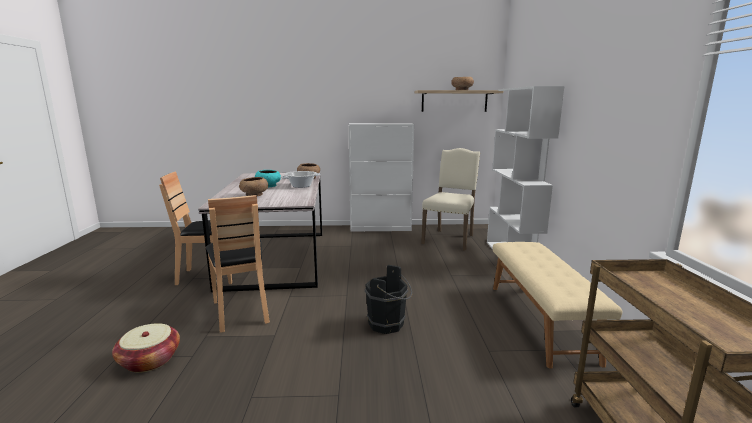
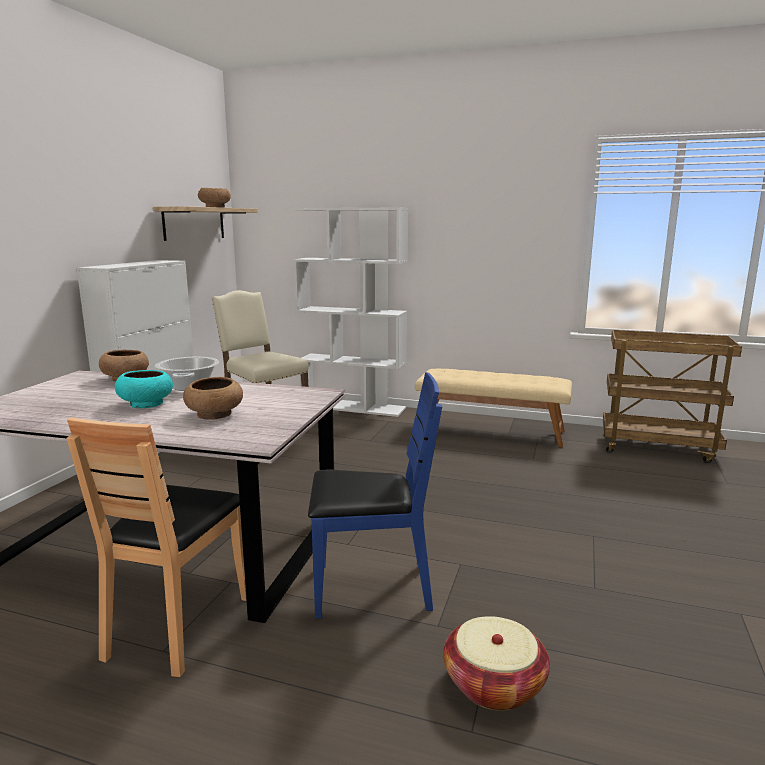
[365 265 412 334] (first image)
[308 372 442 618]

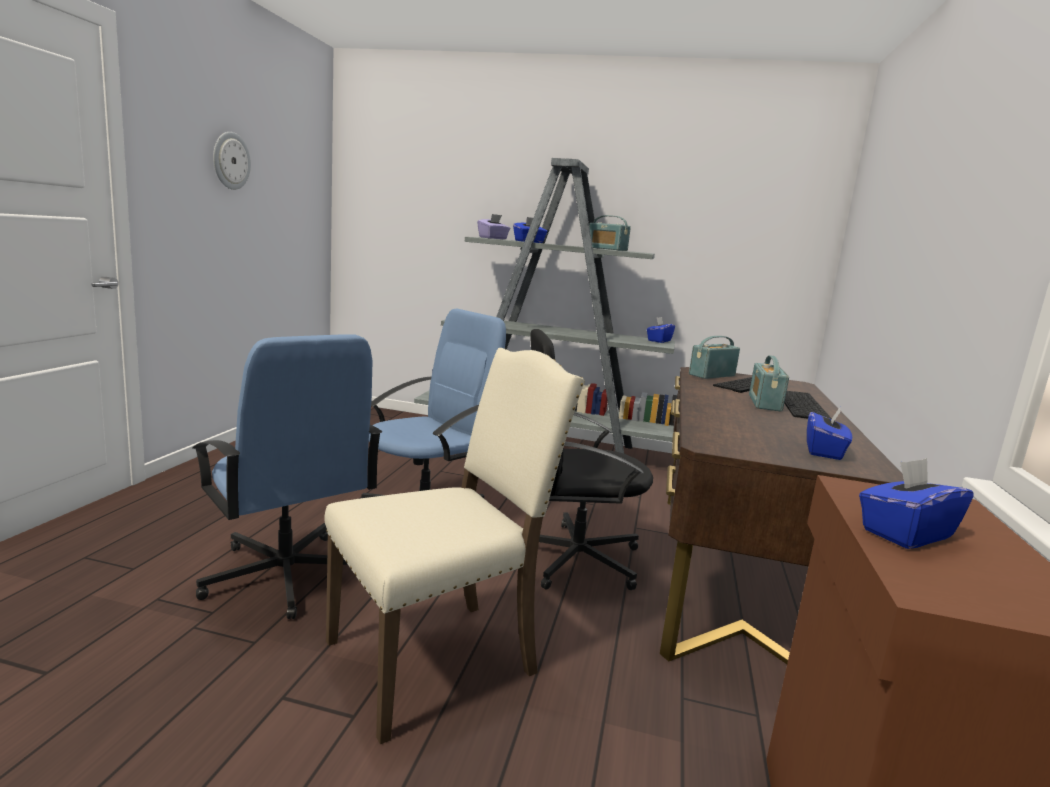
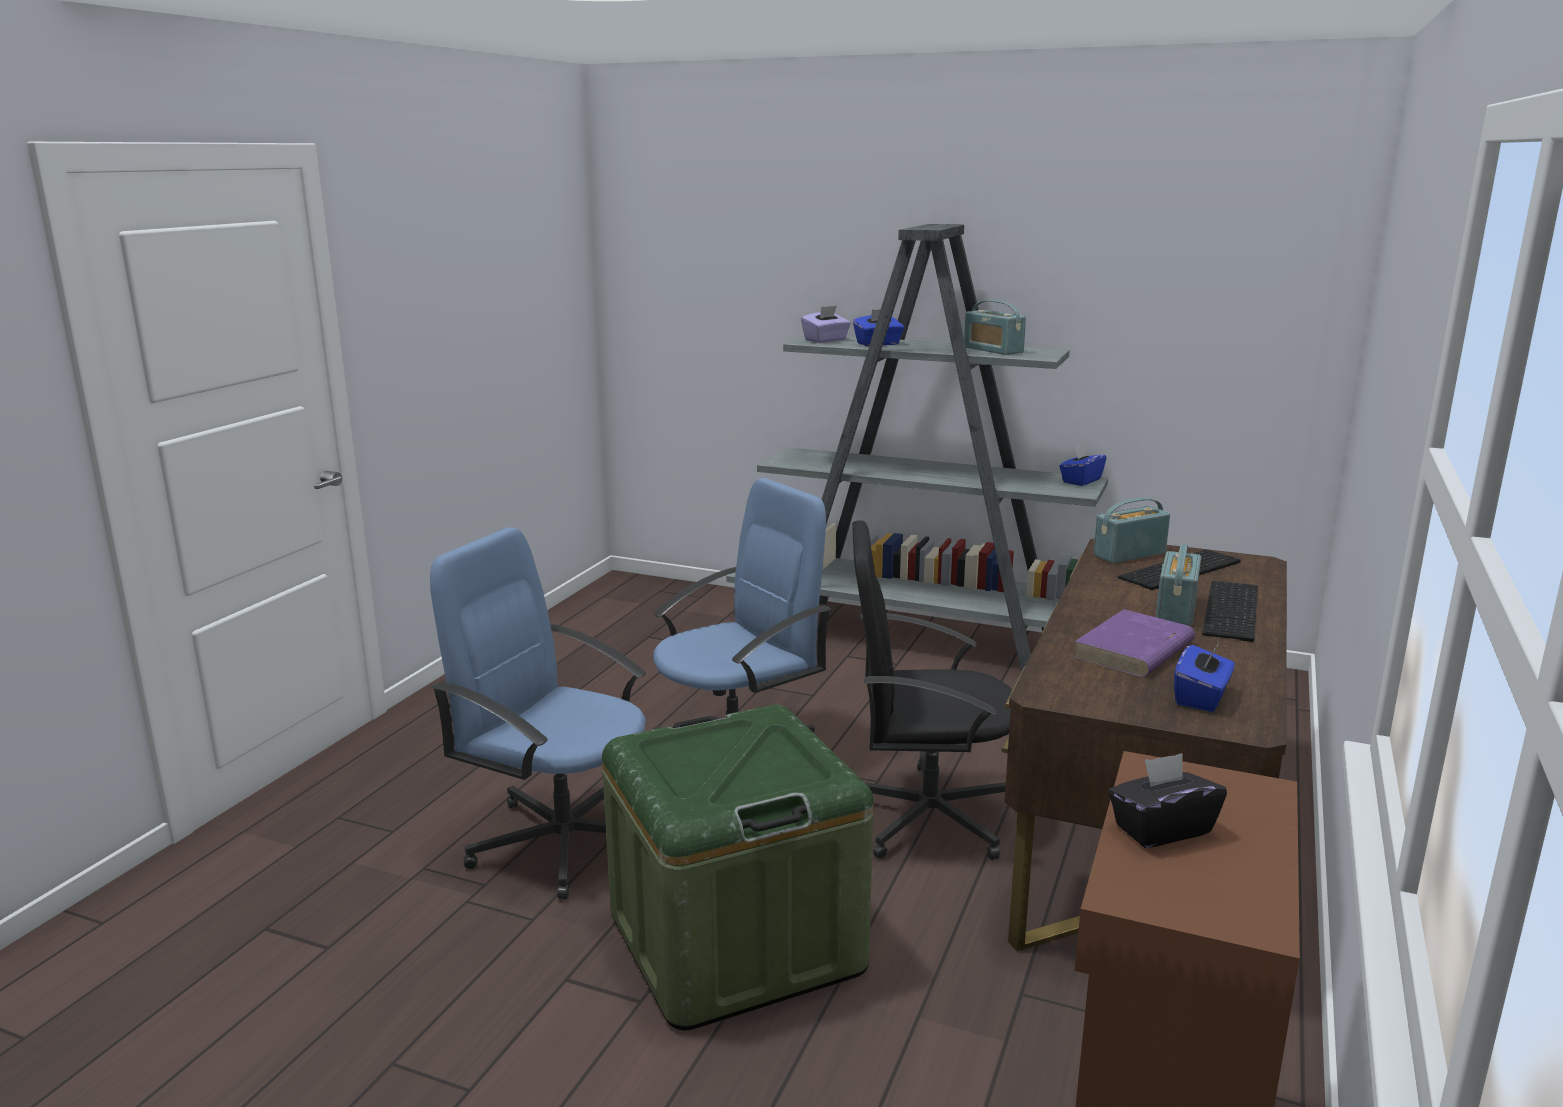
[213 132 251 190] (first image)
[1073 609 1195 677]
[602 704 873 1031]
[1108 753 1227 848]
[430 527 646 900]

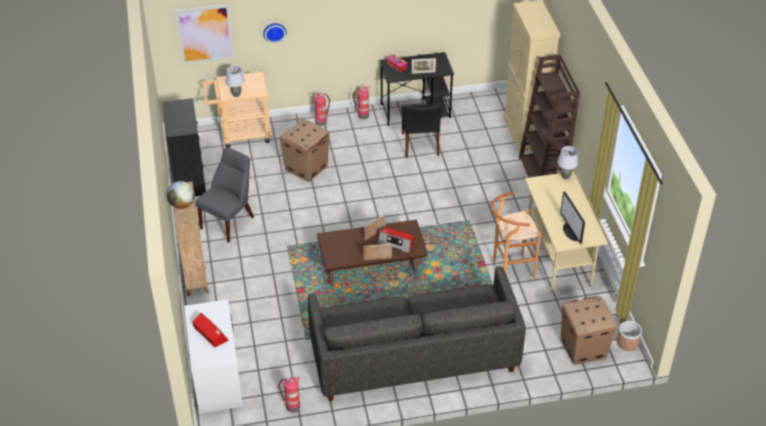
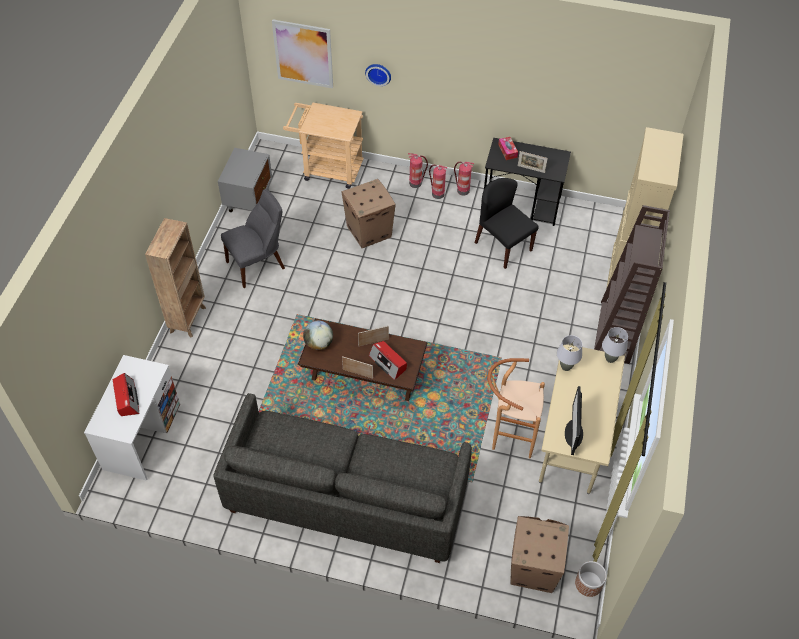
[303 320 333 350]
[557 335 582 371]
[429 165 447 199]
[218 148 272 212]
[475 178 539 269]

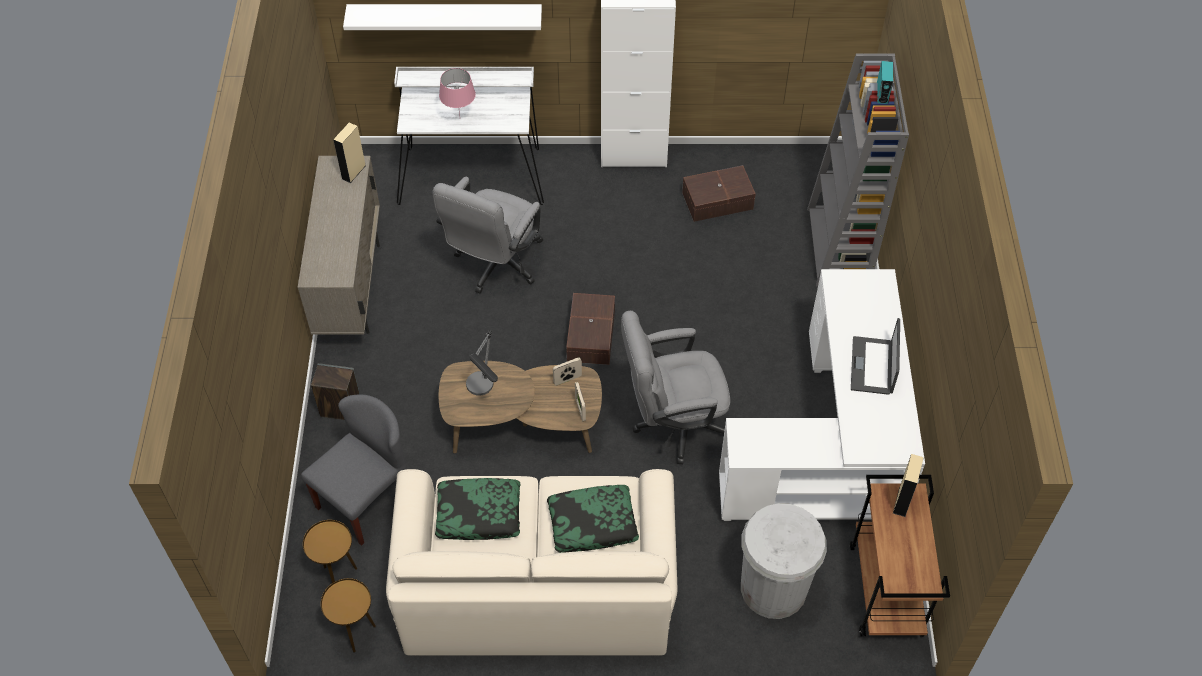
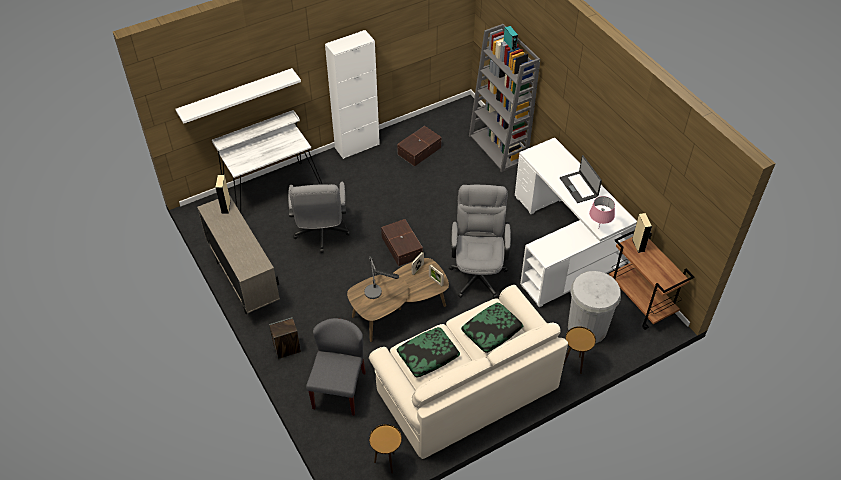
[564 326 596 374]
[589 196 615 227]
[449 185 511 299]

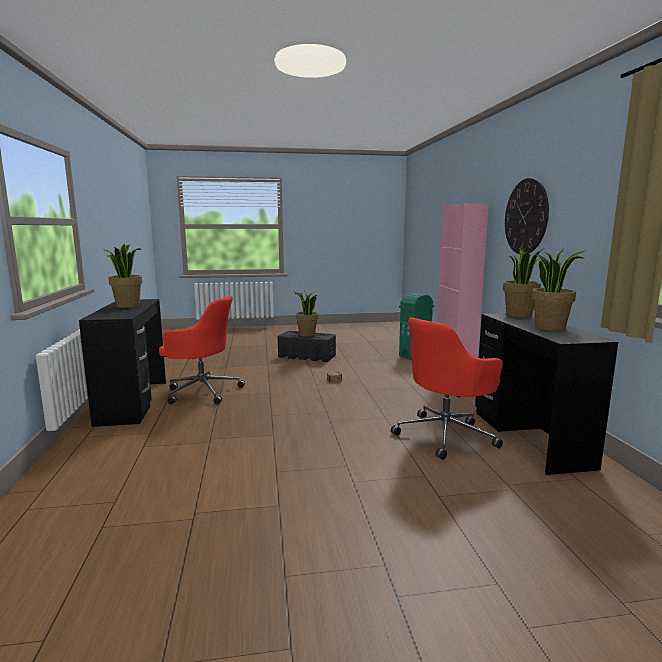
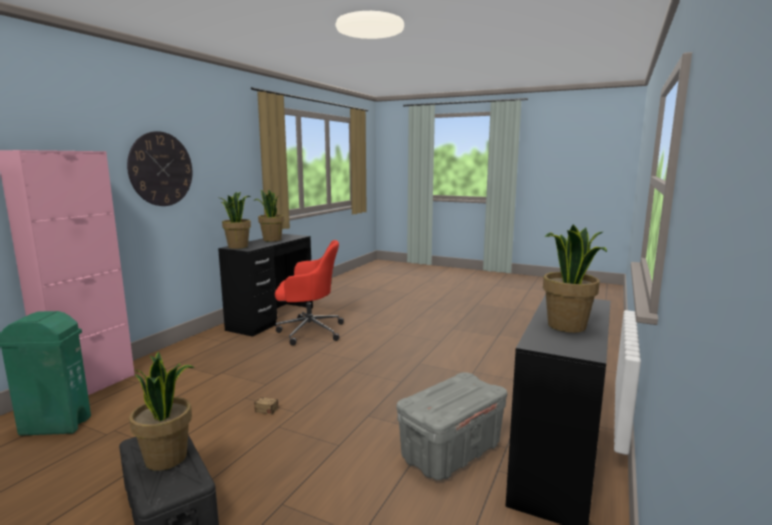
[396 372 507 480]

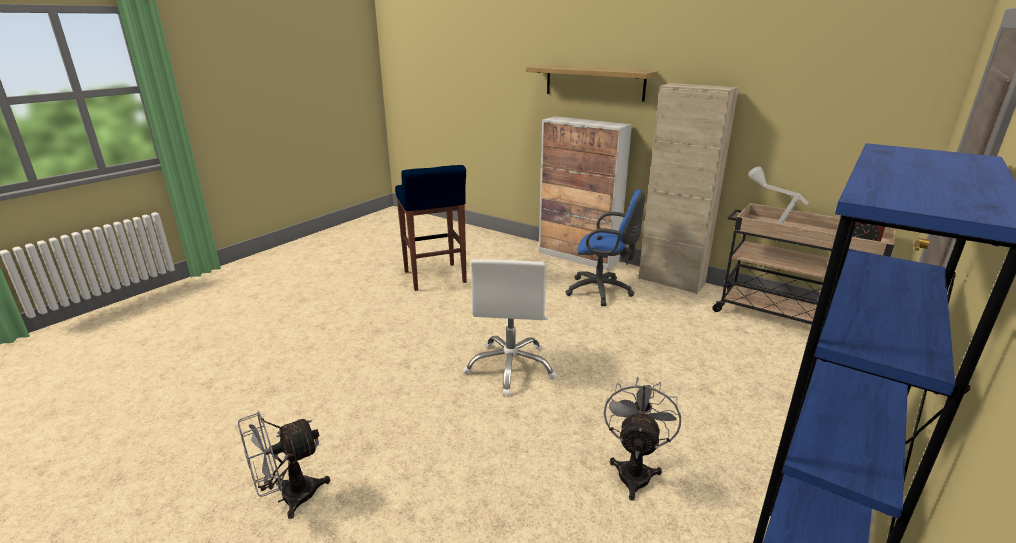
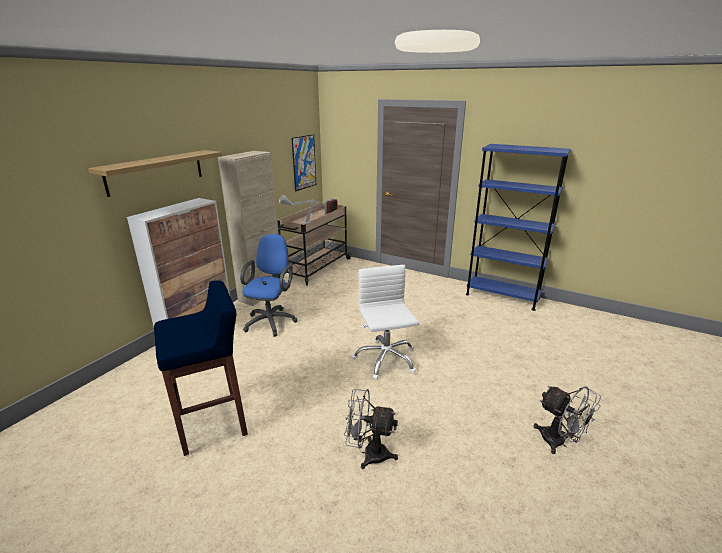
[291 134 316 191]
[344 389 398 469]
[352 265 419 380]

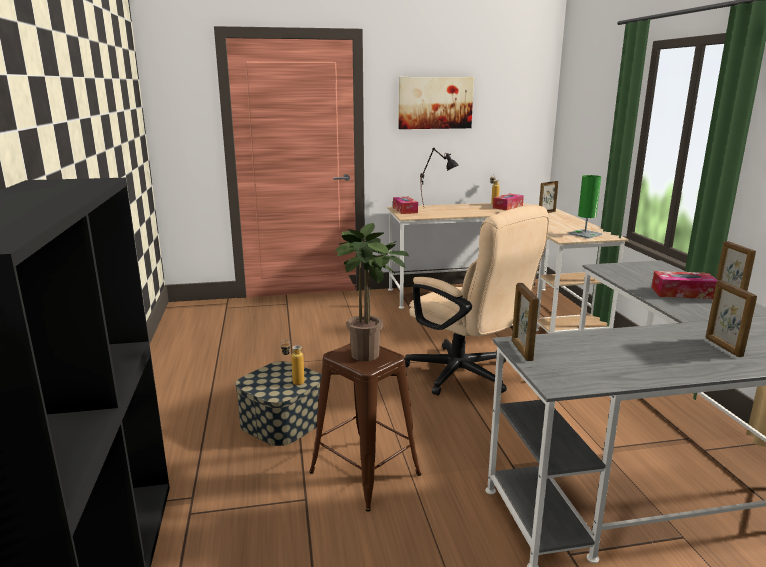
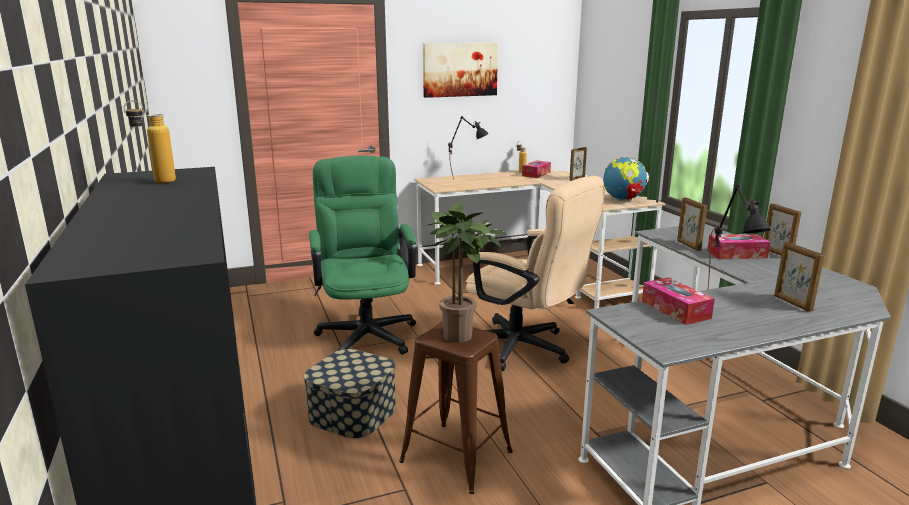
[309 156 416 355]
[708 184 771 288]
[124 100 176 183]
[642 277 715 325]
[677 198 707 251]
[603 157 649 201]

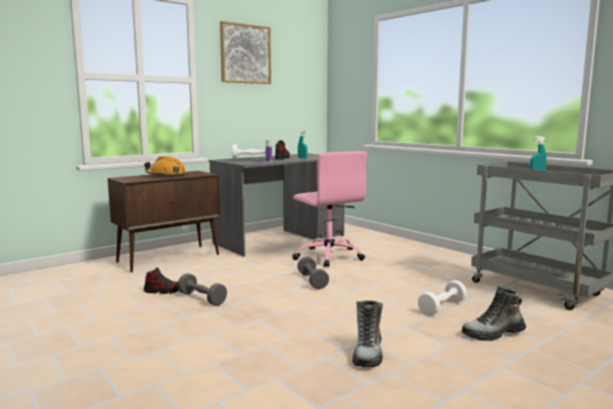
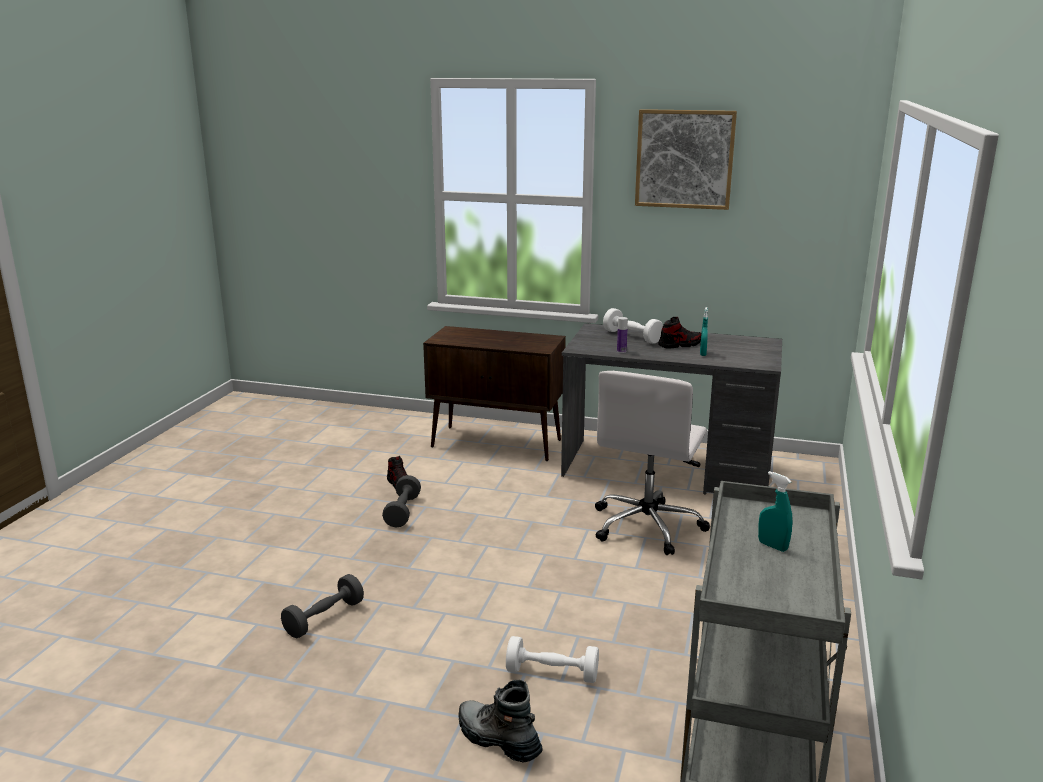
[144 156 186 176] (first image)
[352 300 383 367] (first image)
[281 574 364 638]
[595 371 710 555]

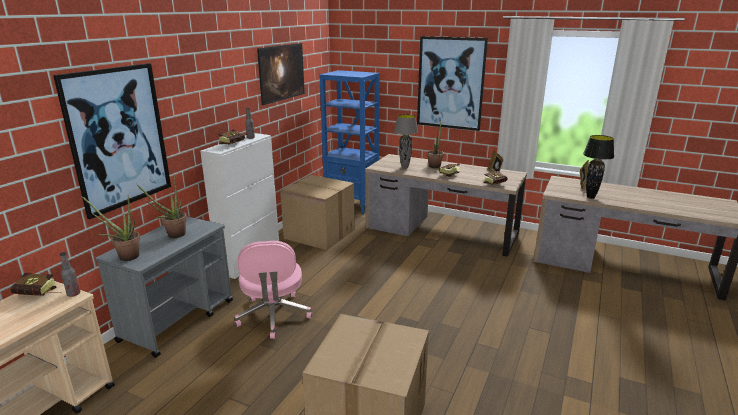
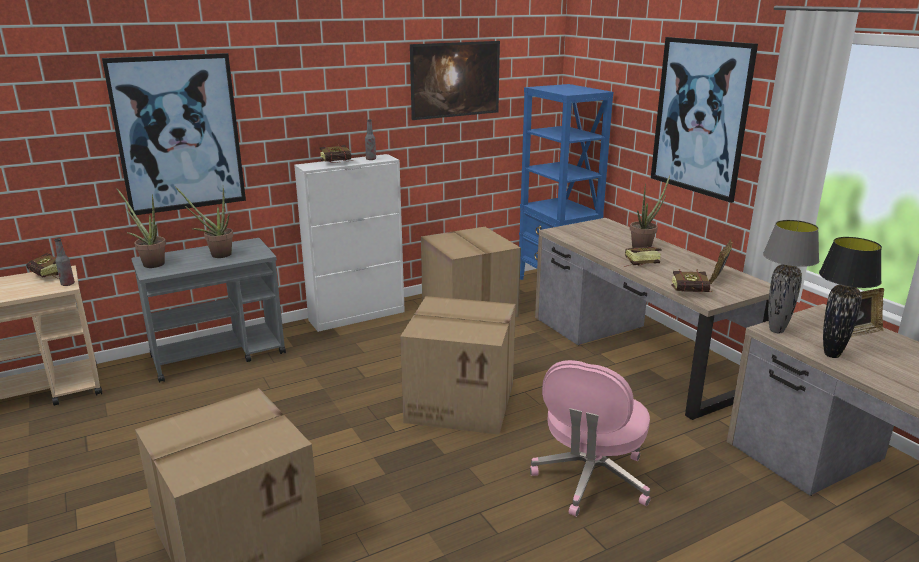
[400 296 516 435]
[530 360 651 517]
[763 220 819 333]

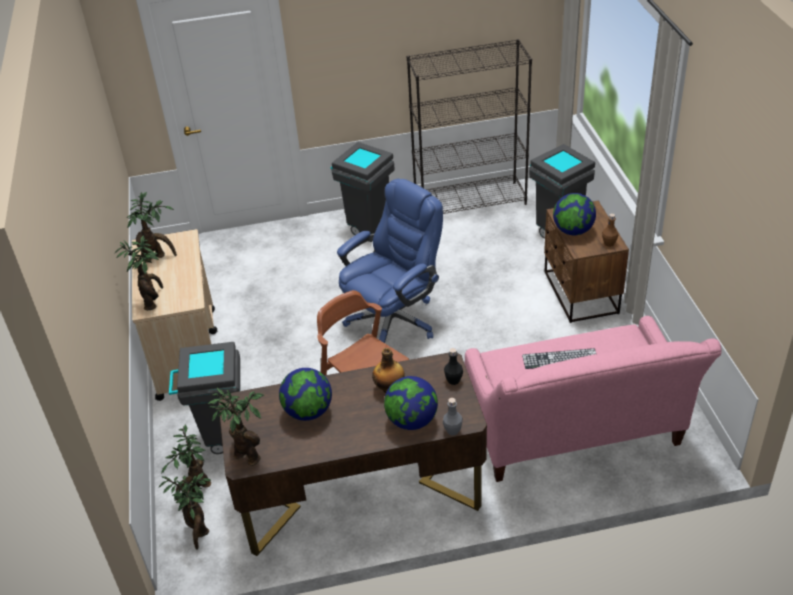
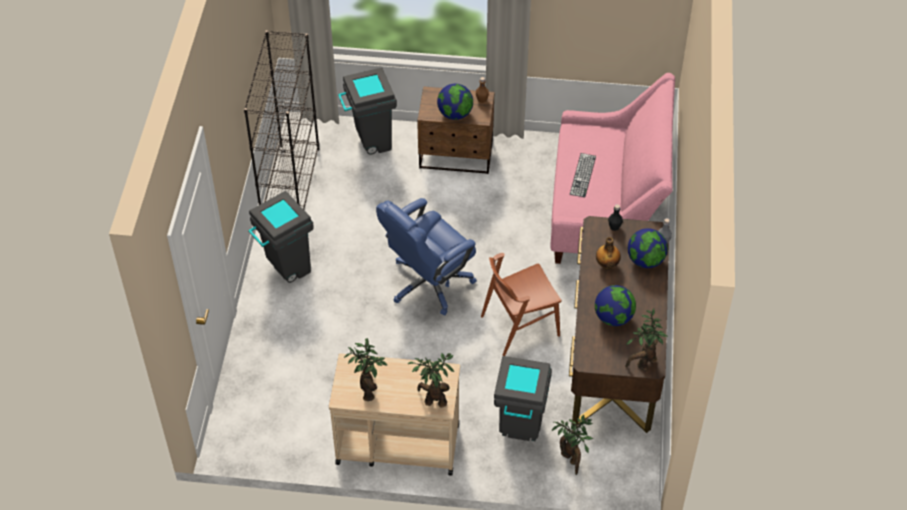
[159 473 211 550] (first image)
[376 198 477 316]

